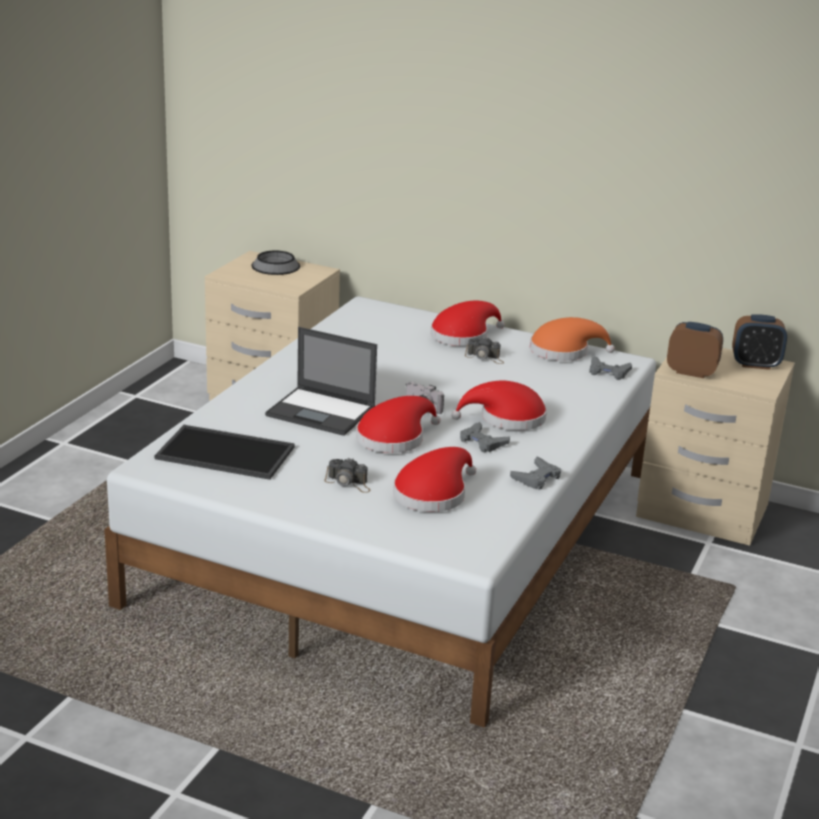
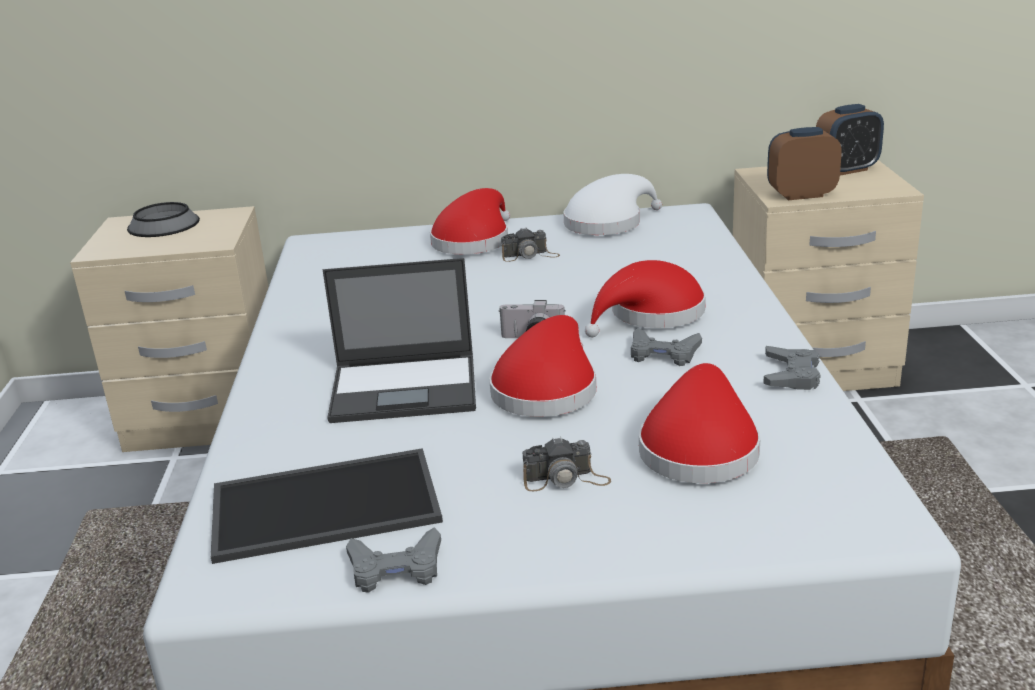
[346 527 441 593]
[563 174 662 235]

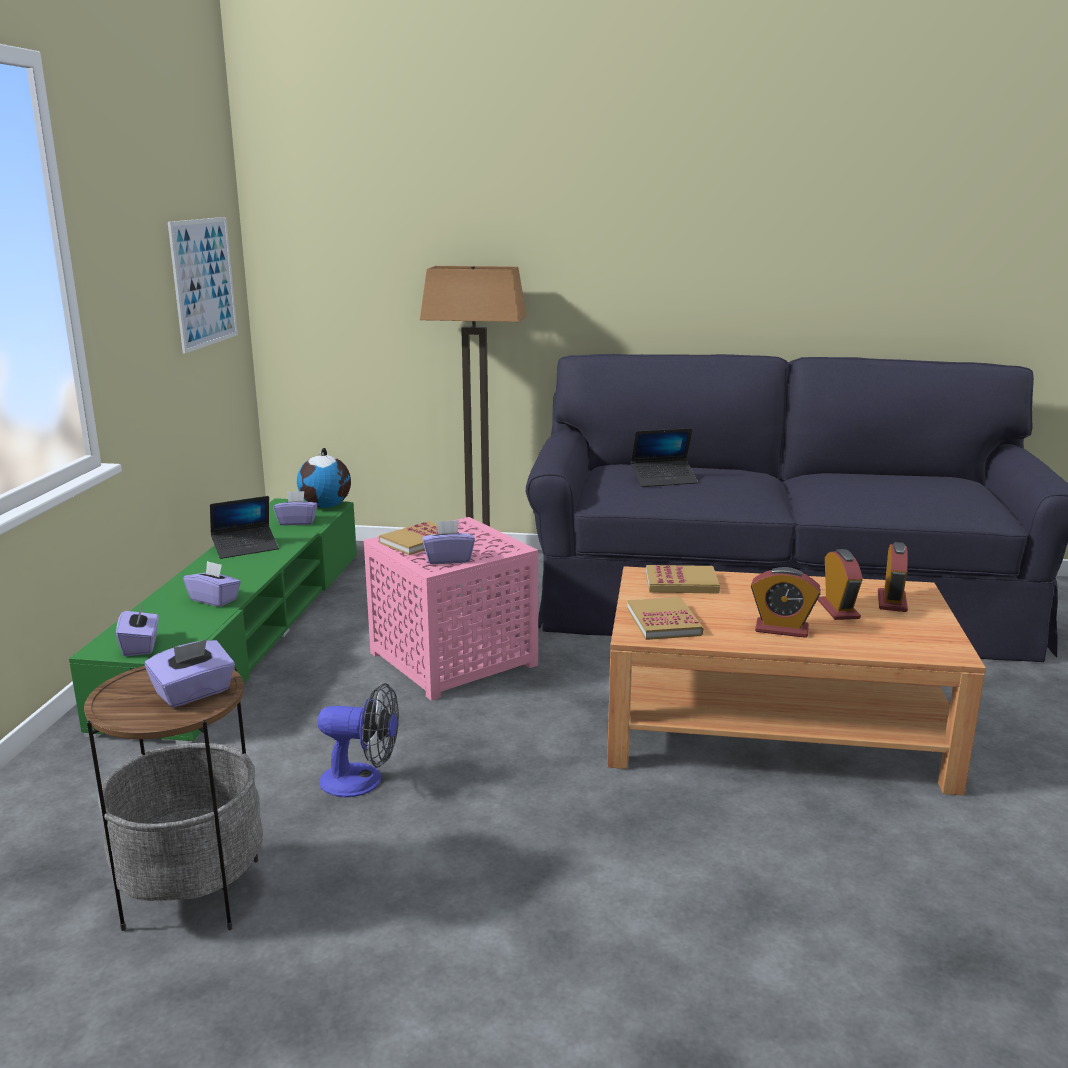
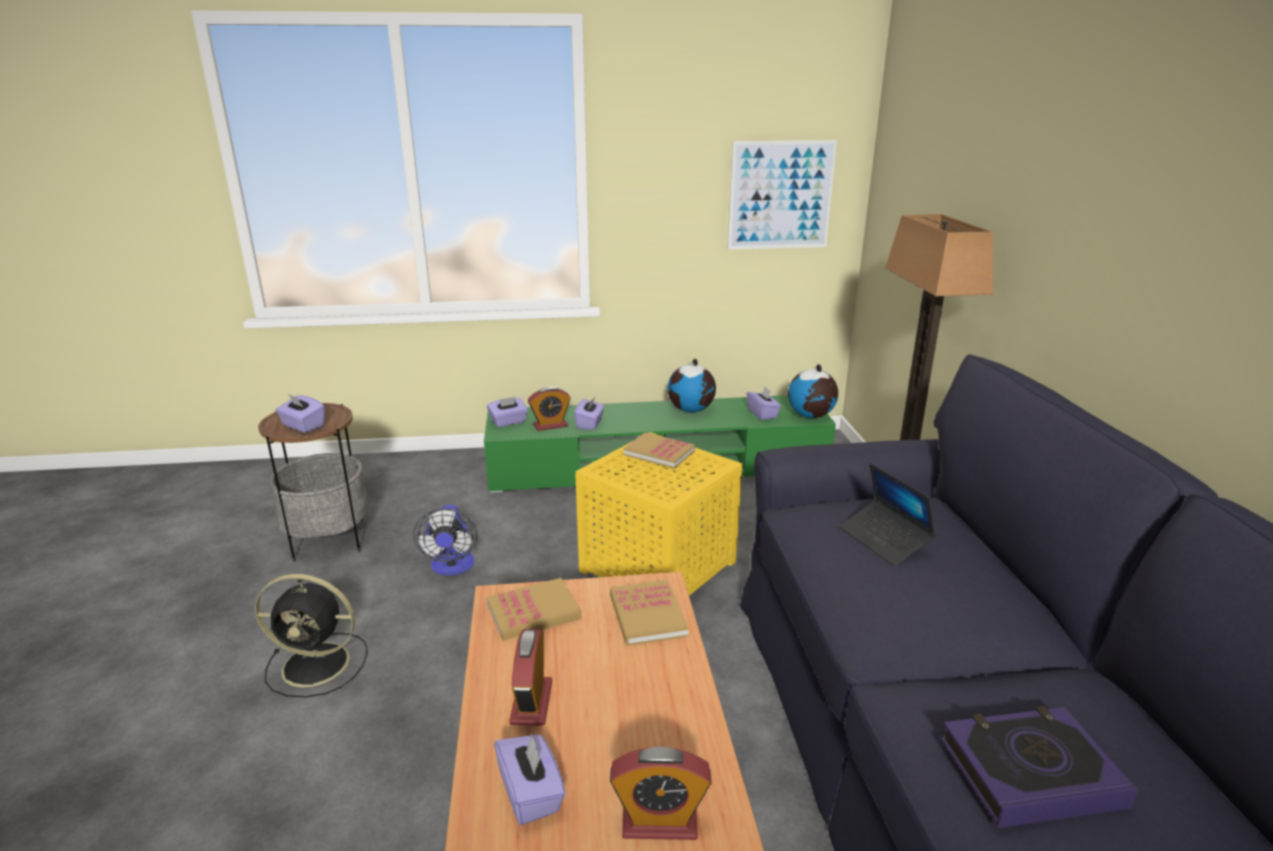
[255 574 367 698]
[940 706 1138 828]
[494 733 566 825]
[528 387 571 431]
[668 359 716 412]
[576 432 742 596]

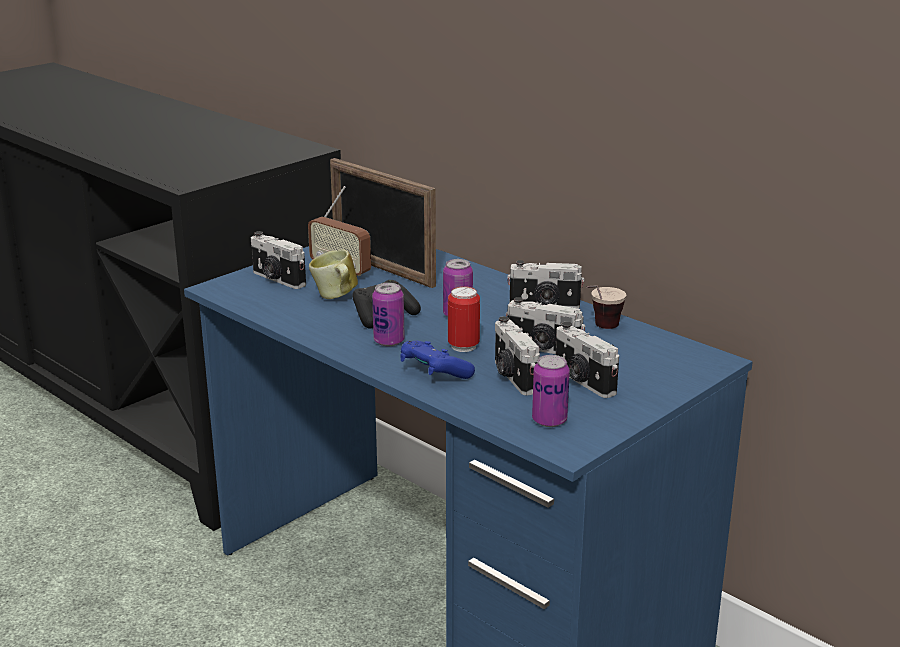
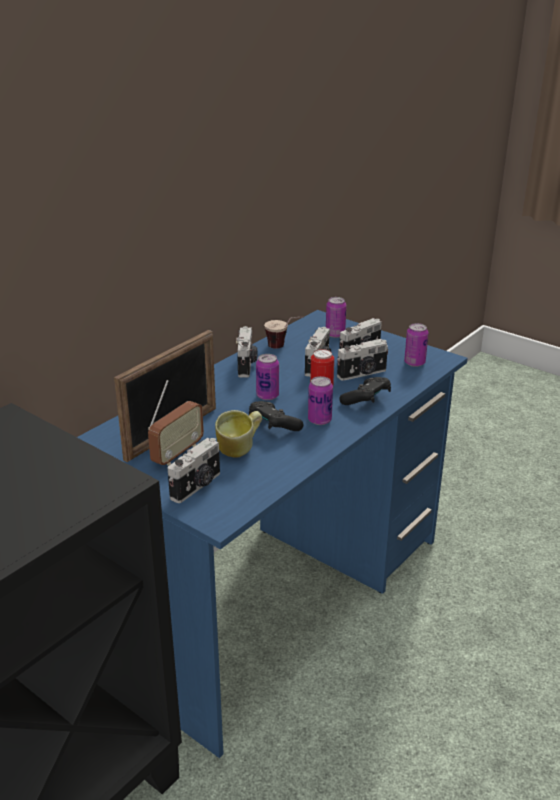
[326 297 347 338]
[339 377 391 405]

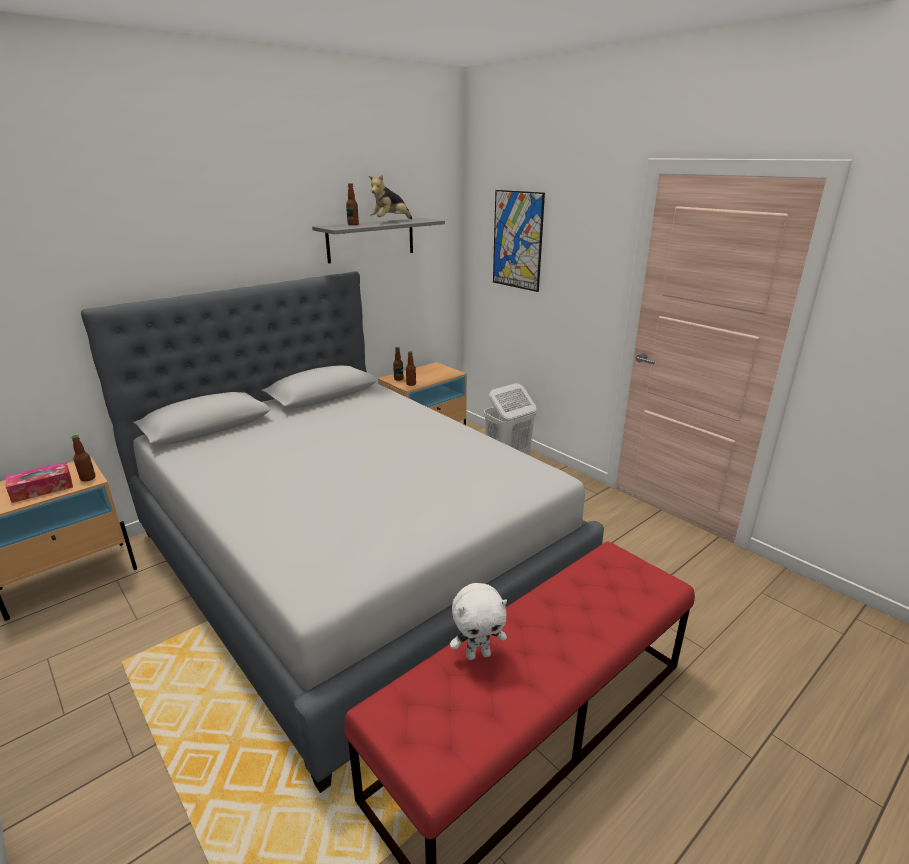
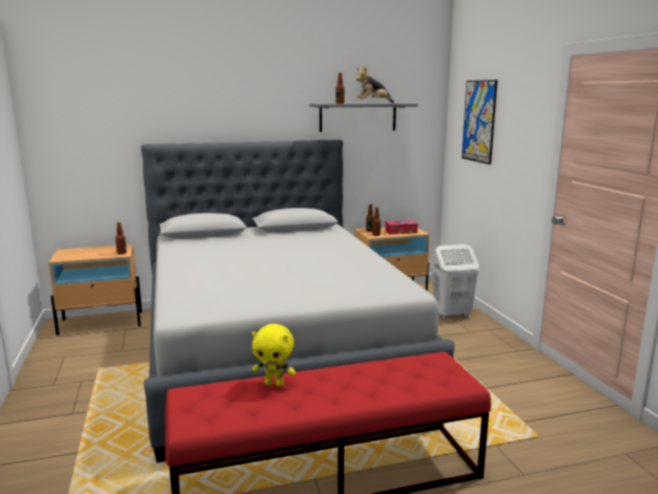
[385 220 418 235]
[252 324 296 387]

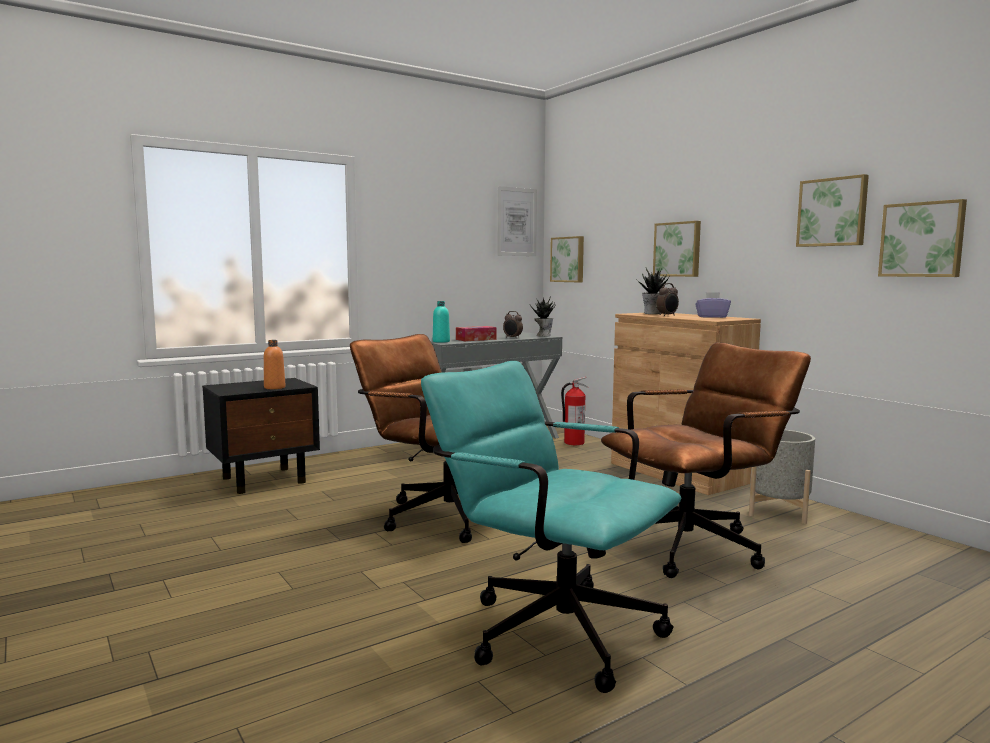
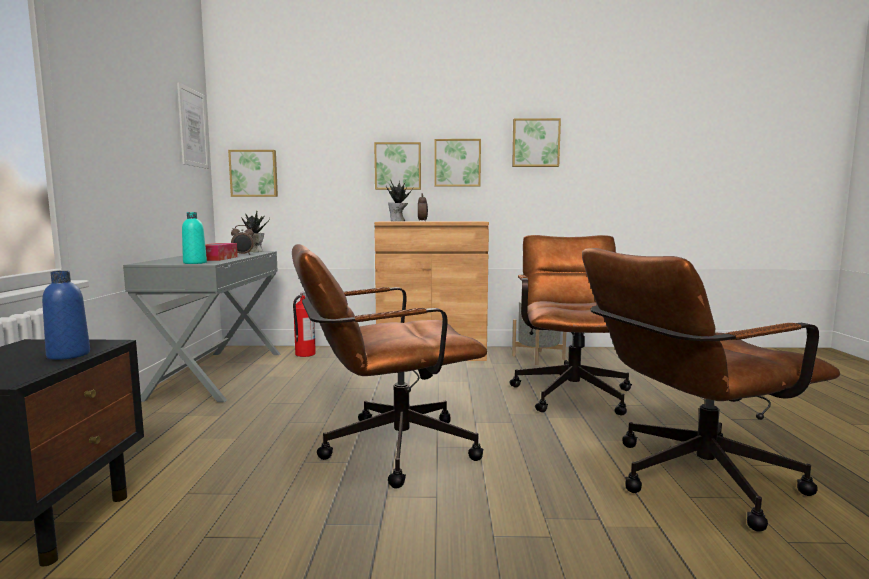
[695 292 731 318] (first image)
[434 139 481 187]
[42 271 90 360]
[582 248 841 532]

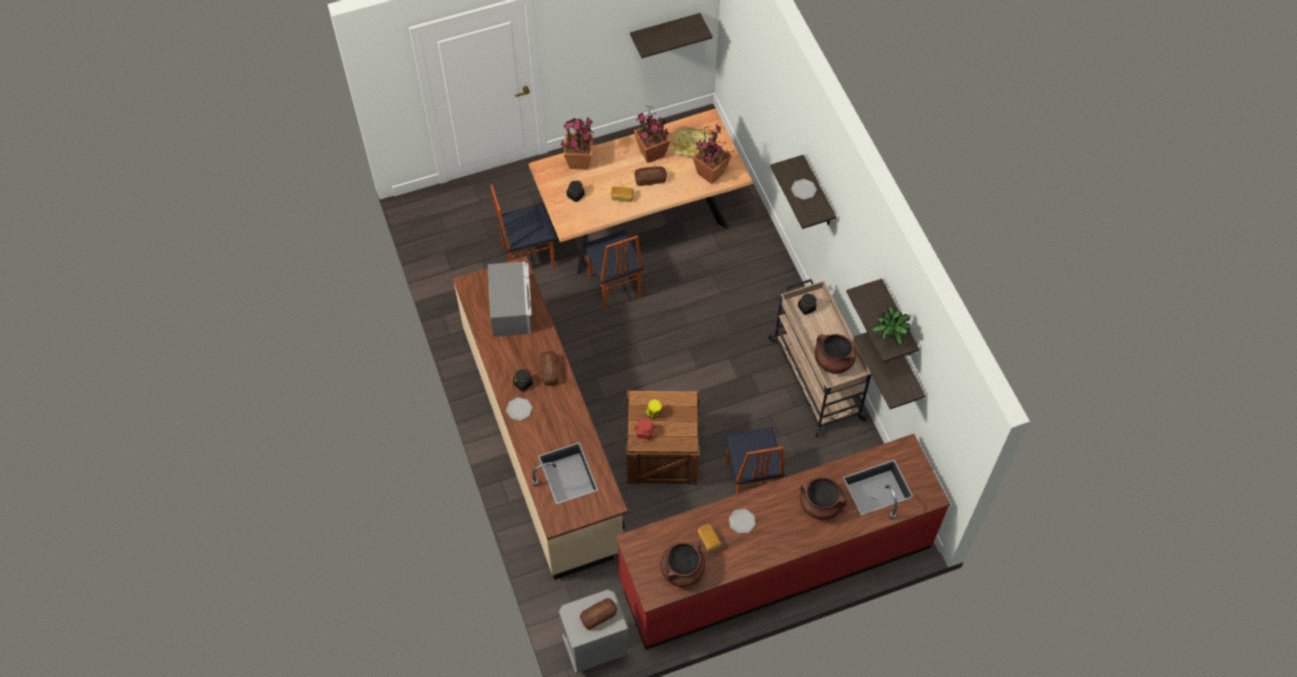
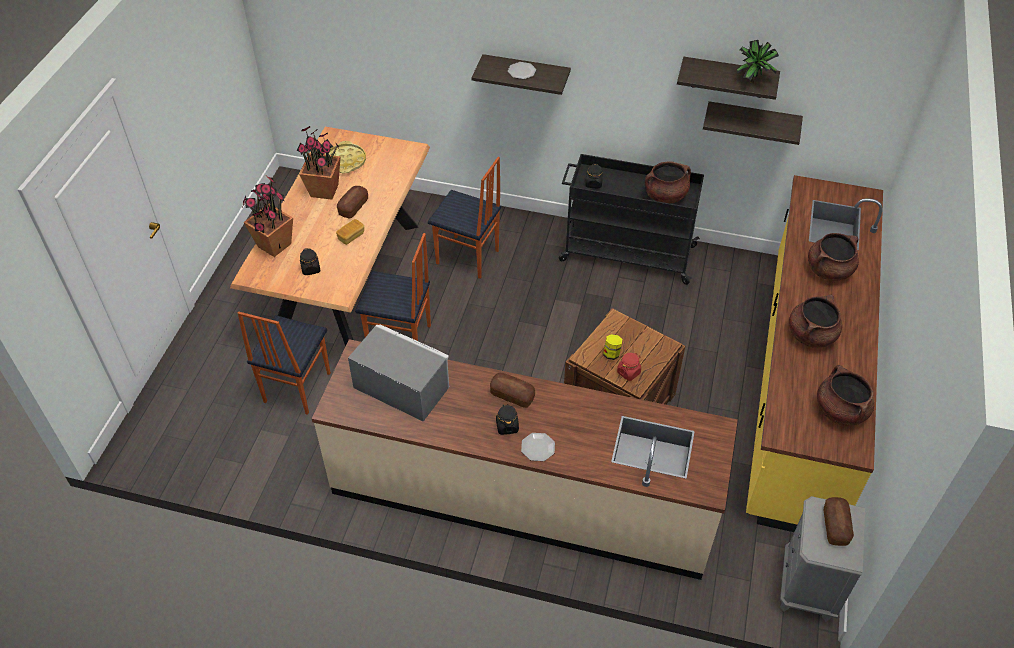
[630 13 713 58] (first image)
[692 124 732 184] (first image)
[698 524 721 552] (first image)
[428 157 501 279]
[789 295 842 348]
[746 175 883 532]
[559 154 704 285]

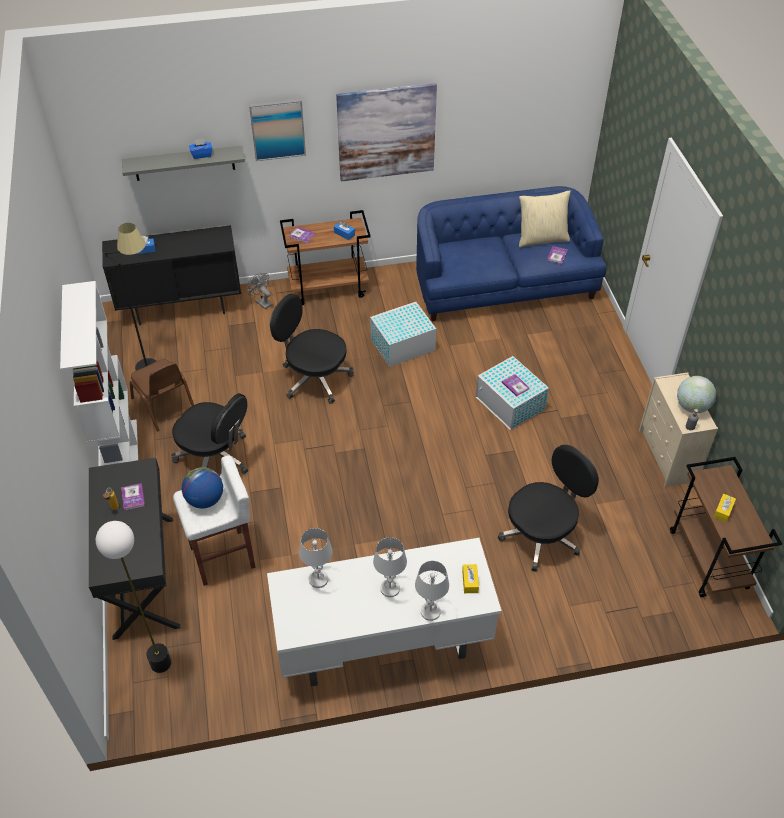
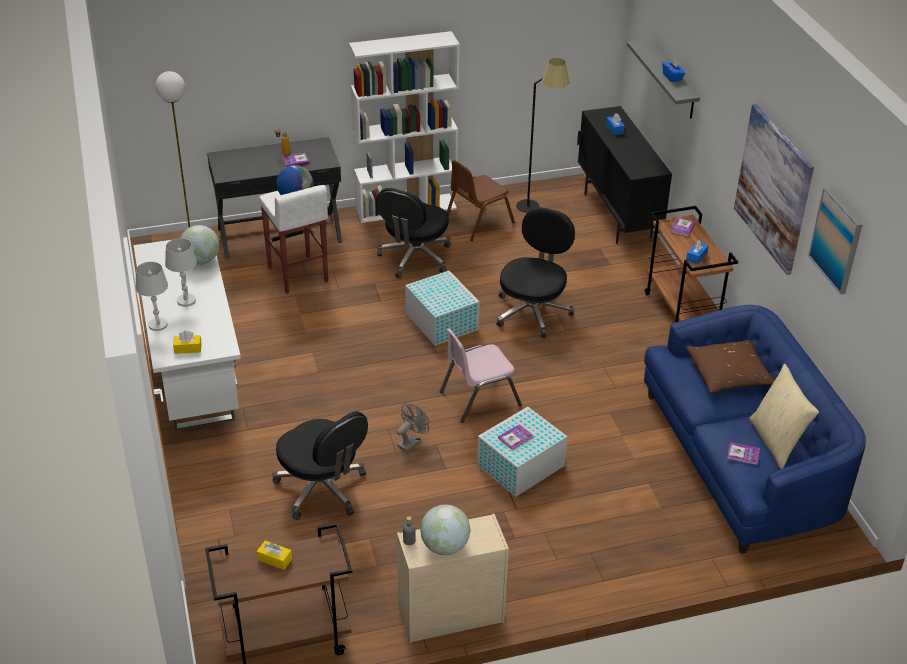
[440 328 522 423]
[686 340 775 393]
[397 403 429 452]
[808 187 863 295]
[405 271 480 346]
[181 225 219 265]

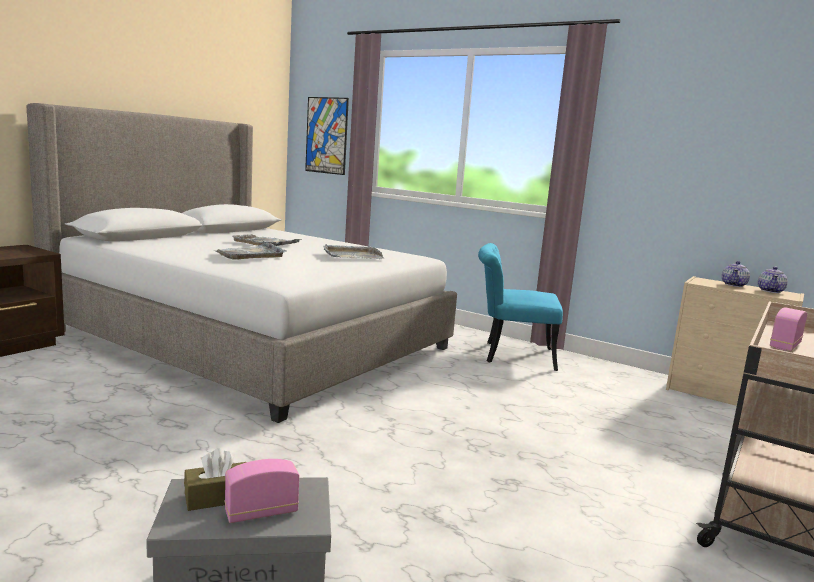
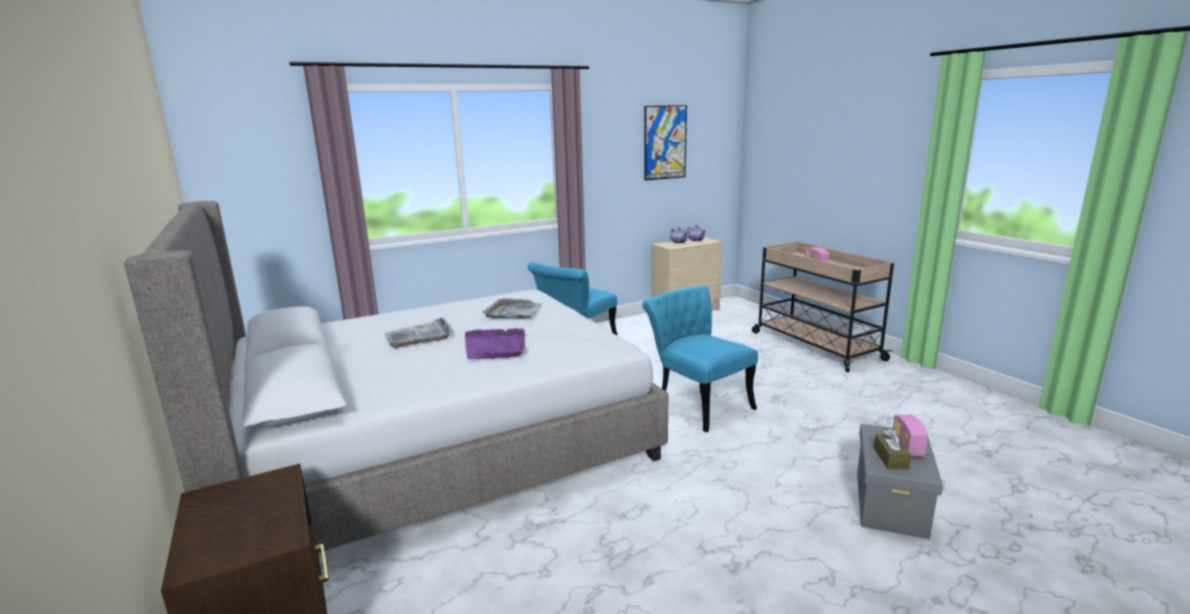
[642 285 758 432]
[645 105 687 181]
[465 328 525 359]

